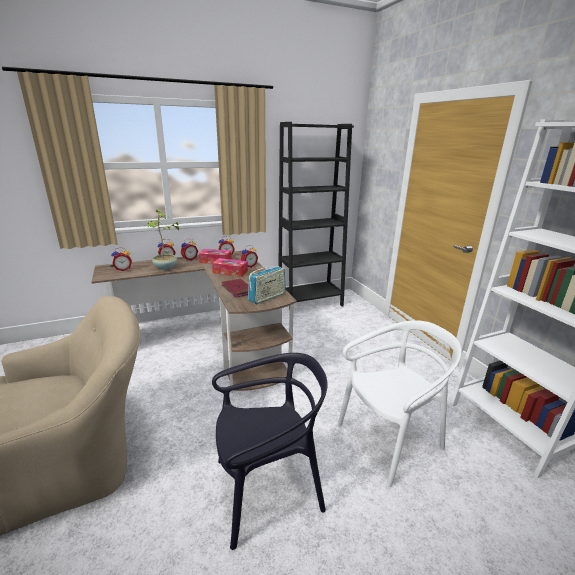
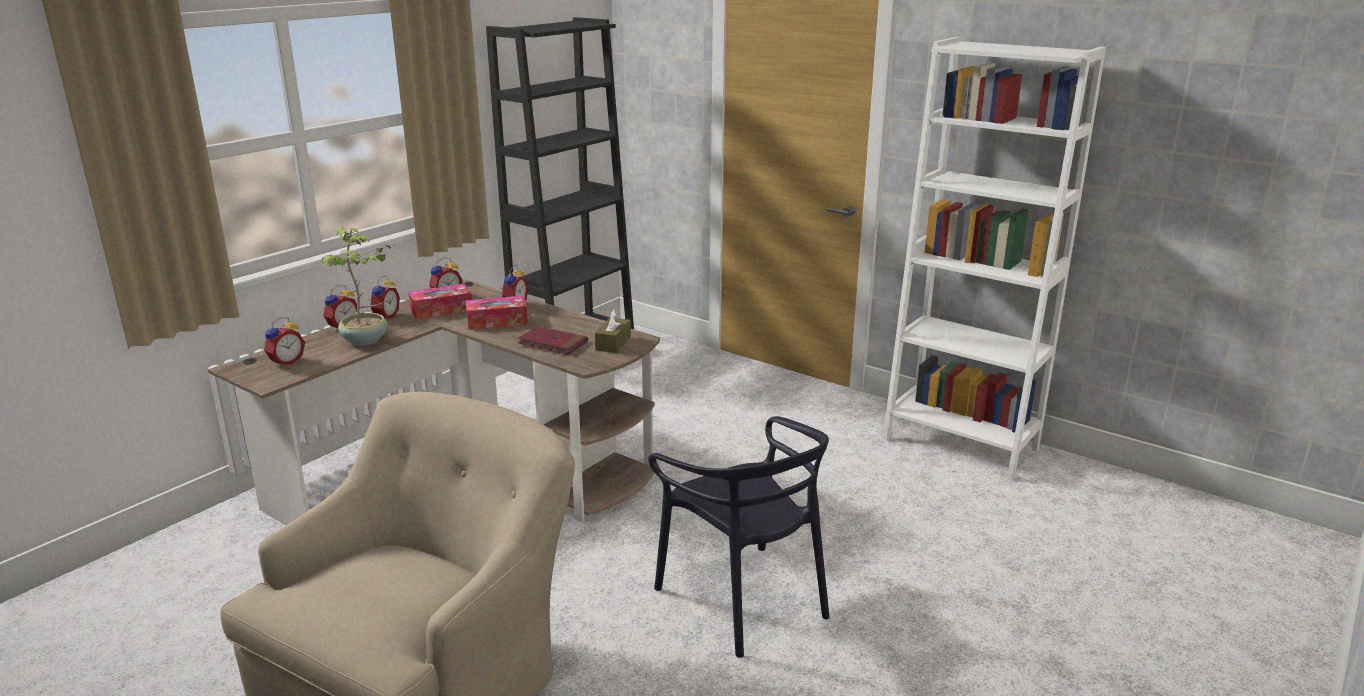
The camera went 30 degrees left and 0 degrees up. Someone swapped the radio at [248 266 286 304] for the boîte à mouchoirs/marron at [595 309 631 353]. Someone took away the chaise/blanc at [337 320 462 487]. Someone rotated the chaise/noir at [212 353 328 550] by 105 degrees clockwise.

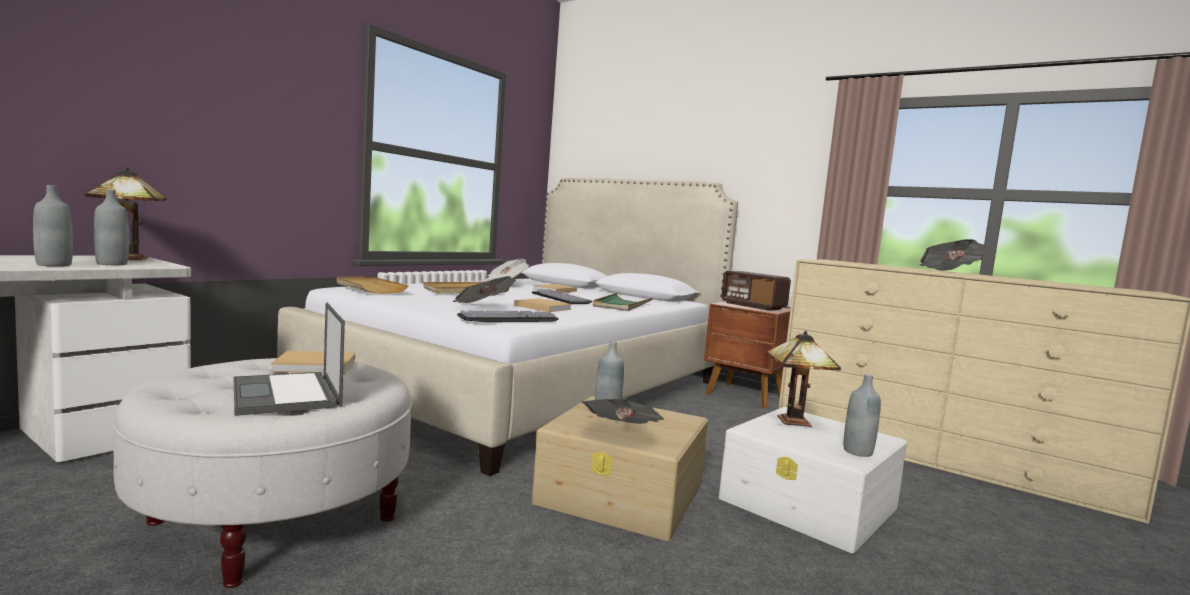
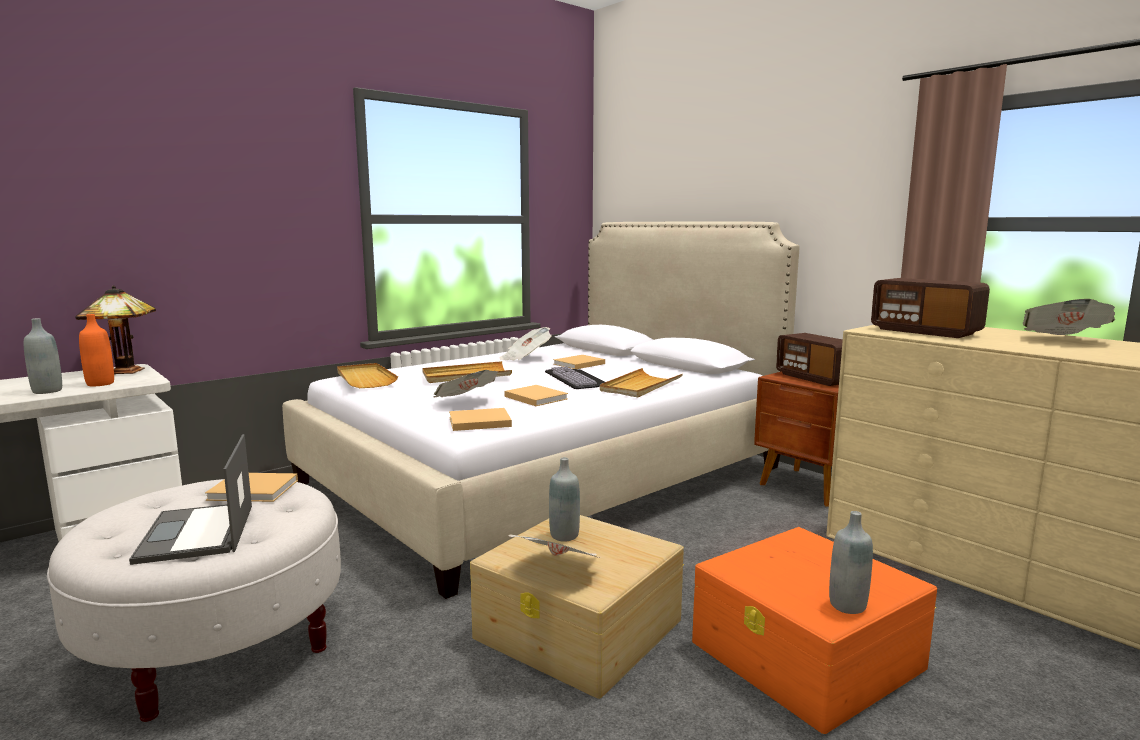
The camera went 15 degrees right and 5 degrees up. Someone repainted the bouteille/gris at [94 189 129 265], which became the bouteille/orange at [79 314 114 386]. Someone repainted the plateau/vert at [593 293 654 311], which became the plateau/beige at [600 368 683 397]. Someone swapped the clavier at [457 311 558 322] for the livre/beige at [449 408 512 431]. Someone took away the lampe de table at [767 331 841 427]. Someone repainted the boîte de rangement/blanc at [719 407 907 553], which became the boîte de rangement/orange at [692 527 937 734]. Someone put down the radio at [871 278 990 338].

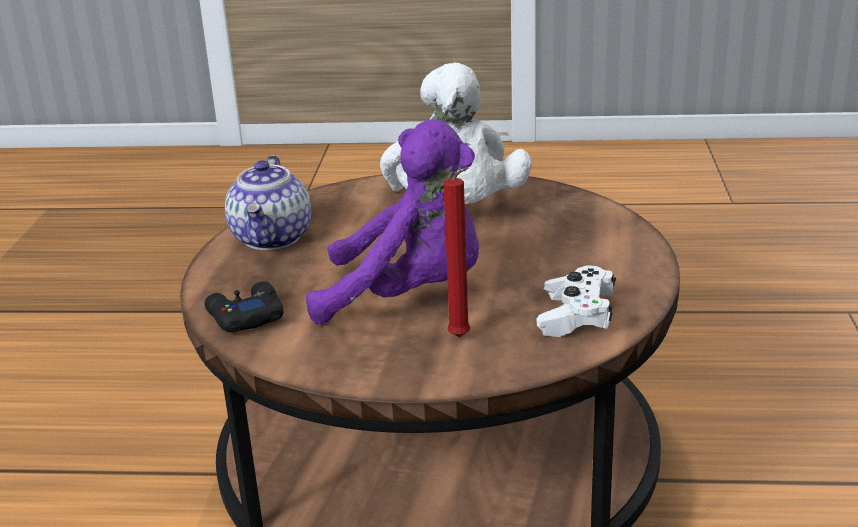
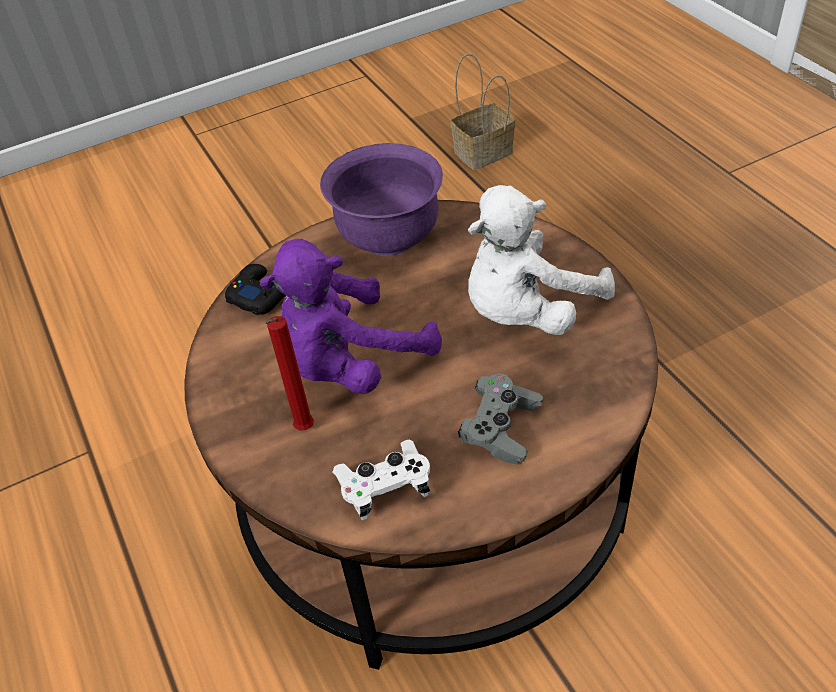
The camera went 60 degrees right and 20 degrees up. Someone rotated the peluche/violet at [306 119 479 325] by 75 degrees clockwise. Someone swapped the théière at [225 156 311 250] for the bol/violet at [320 143 443 256]. Someone put down the panier at [451 53 515 170]. Someone put down the manette/gris at [458 373 543 465].

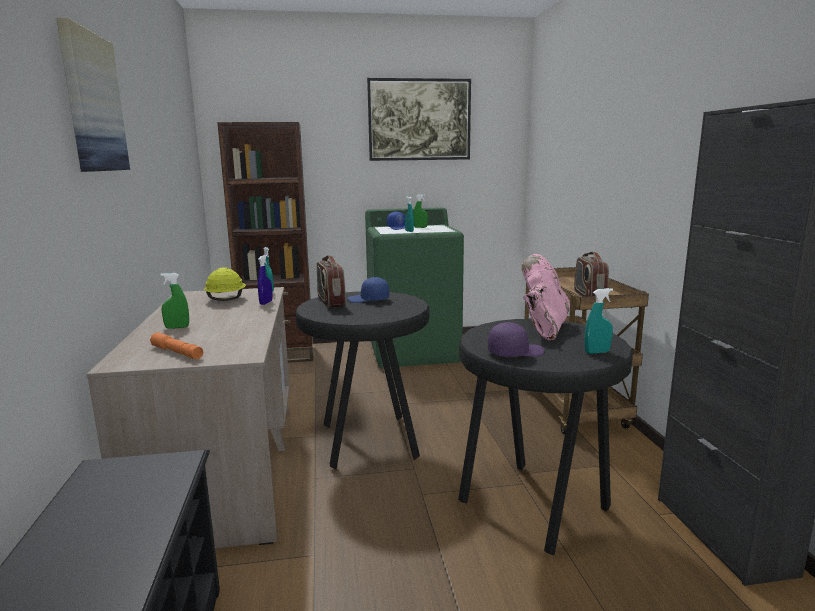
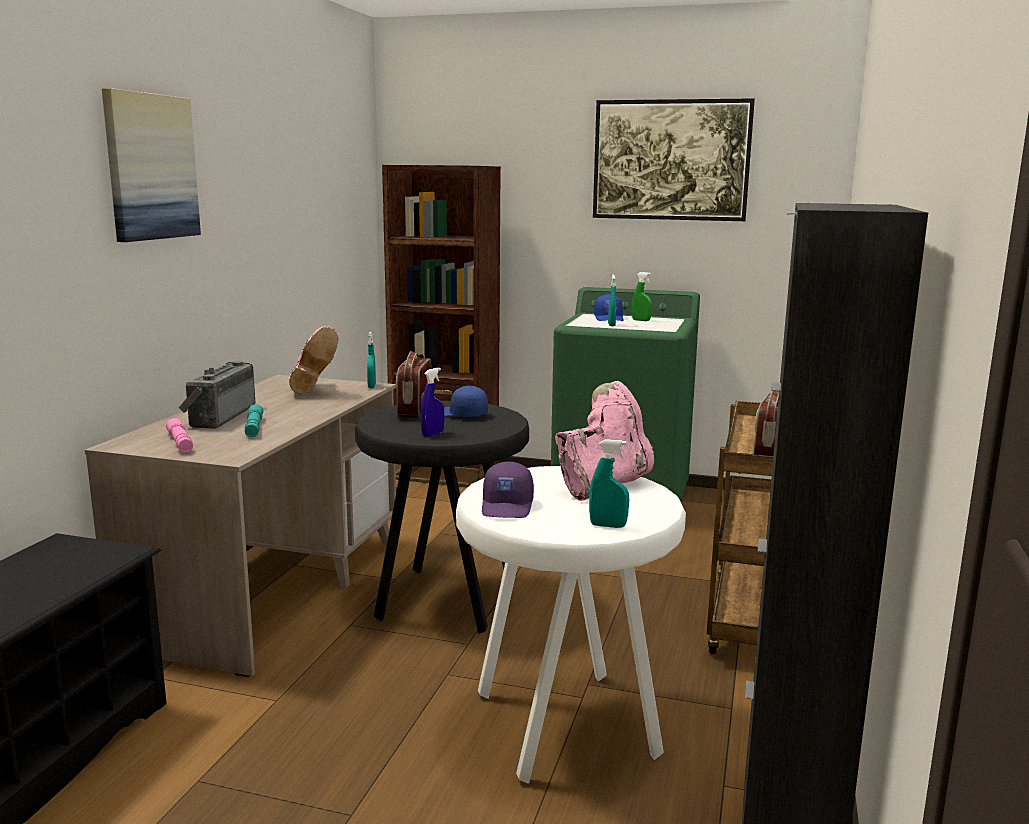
The camera went 25 degrees right and 0 degrees up. Someone carried the vaporisateur/bleu from [258 255 273 305] to [421 368 444 437]. Someone swapped the casque de chantier/jaune at [204 267 246 301] for the botte/rose at [289 326 339 394]. Someone swapped the vaporisateur/vert at [160 273 189 329] for the radio at [179 361 255 429]. Someone repainted the tabouret/noir at [458 319 633 555], which became the tabouret/blanc at [456 466 686 784]. Someone rotated the casquette/violet at [488 322 544 357] by 90 degrees clockwise. Someone repainted the lampe de poche/orange at [150 332 203 359], which became the lampe de poche/rose at [166 418 193 453]. Someone put down the lampe de poche/turquoise at [245 404 263 437].

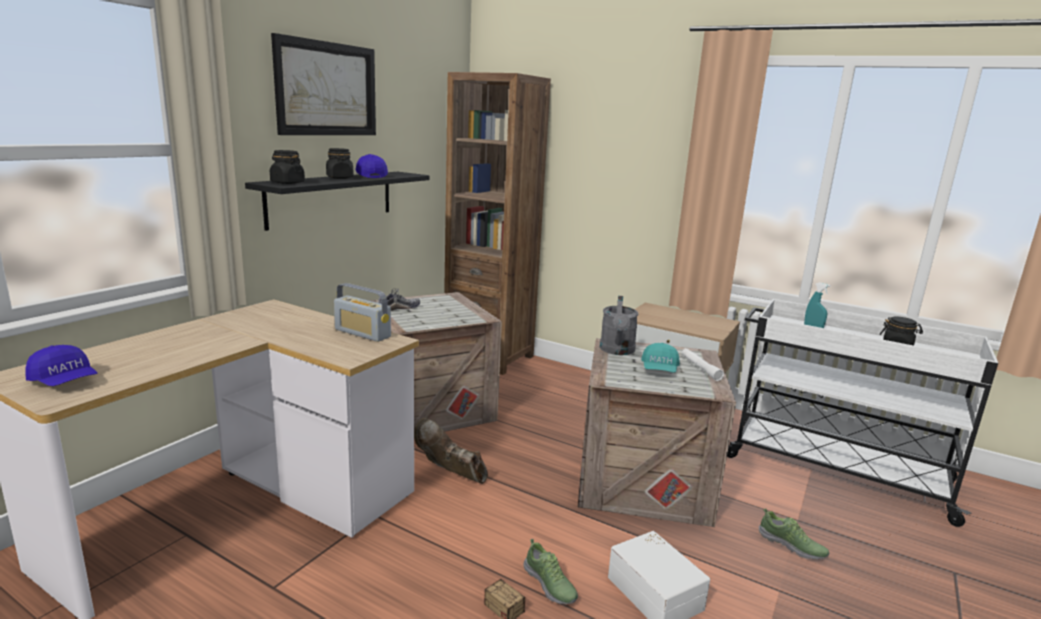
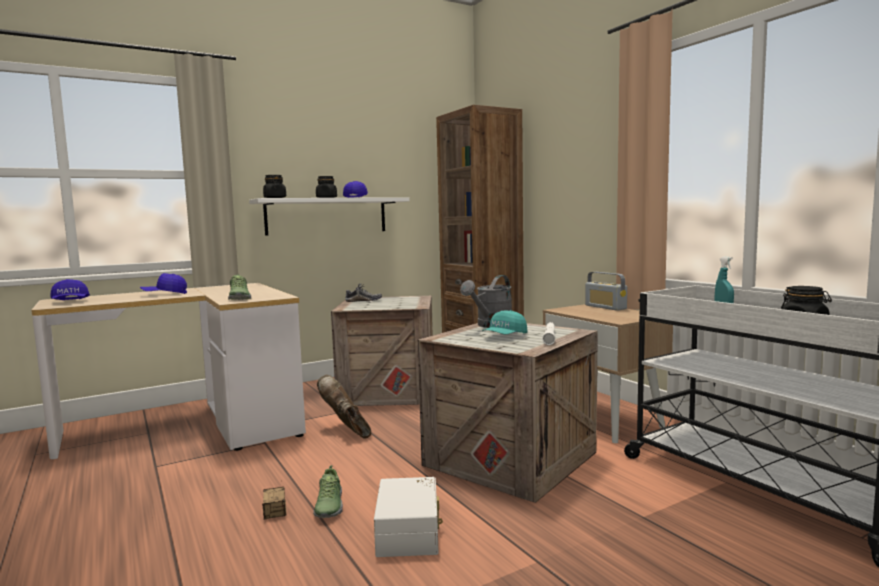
The camera went 30 degrees right and 10 degrees down. Someone took away the tableau at [271 33 376 135]. Someone repainted the étagère/noir at [245 172 430 231], which became the étagère/blanc at [249 197 409 236]. Someone carried the radio from [334 283 391 342] to [585 272 627 311]. Someone carried the chaussure from [759 509 829 559] to [228 274 251 300]. Someone put down the casquette/bleu at [140 273 187 294].

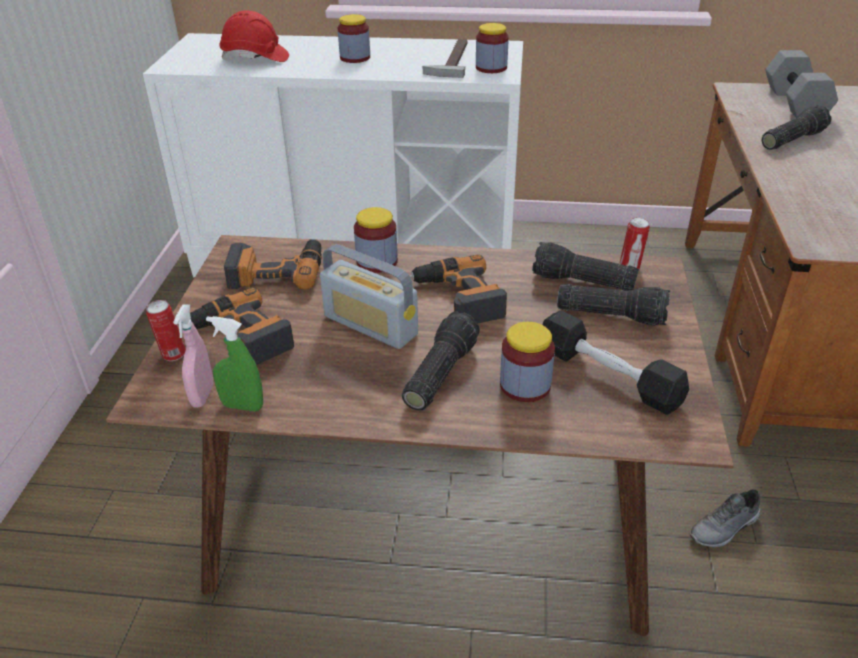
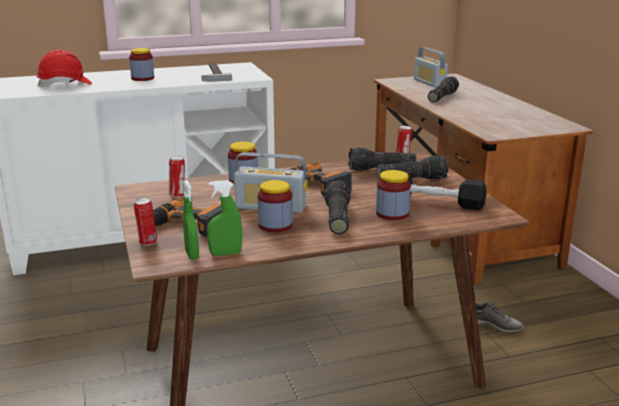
The camera went 25 degrees left and 15 degrees down. Someone carried the bocal from [476 23 509 73] to [258 180 293 232]. Someone swapped the haltère/gris at [765 50 838 118] for the radio at [414 47 448 88]. Someone swapped the perceuse at [224 240 322 290] for the boîte métallique at [169 156 185 197]. Someone repainted the vaporisateur/rose at [173 304 213 408], which became the vaporisateur/vert at [183 180 199 260]. Someone rotated the chaussure/gris at [689 489 760 547] by 105 degrees counterclockwise.

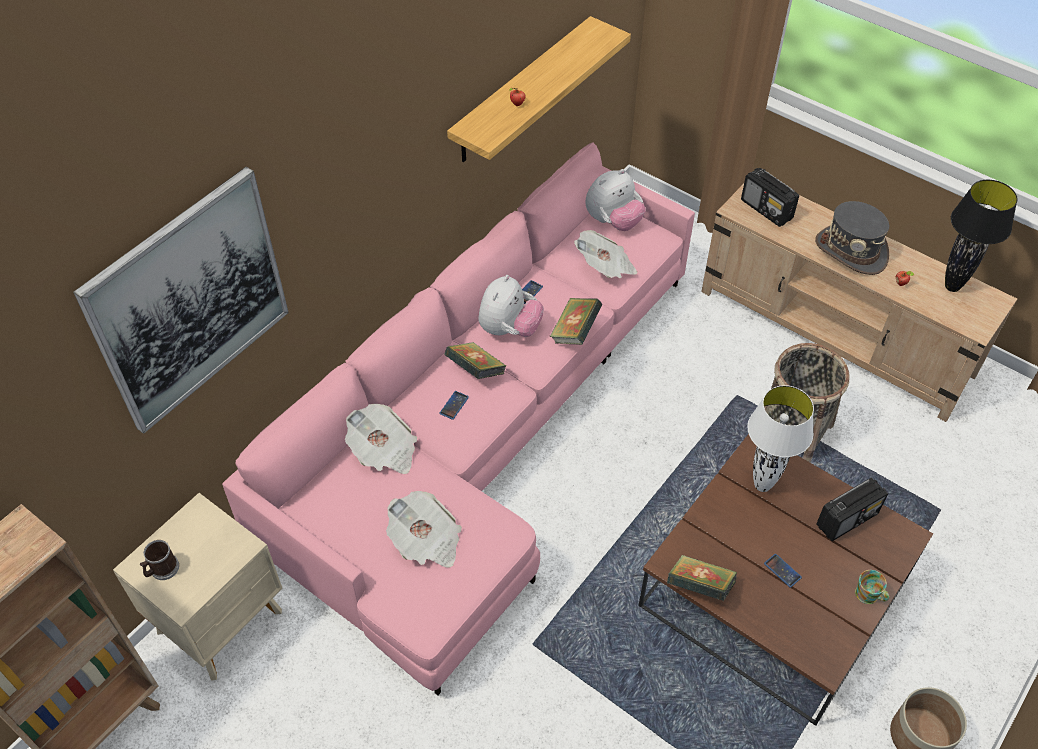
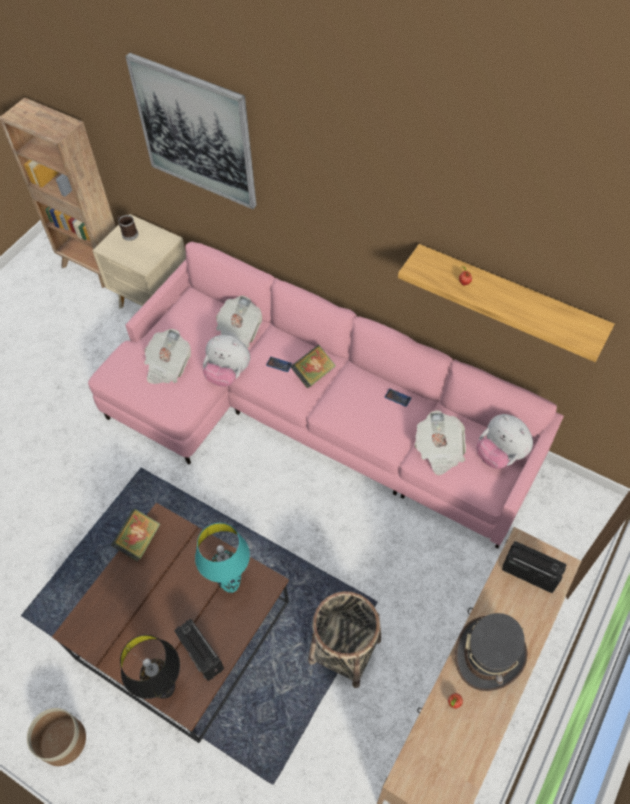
The camera went 85 degrees right and 5 degrees up. Someone rotated the radio at [741 168 799 227] by 75 degrees clockwise. Someone carried the lampe de table/noir from [945 180 1018 292] to [120 635 180 699]. Someone carried the peluche from [478 275 544 337] to [203 335 250 387]. Someone took away the livre at [550 298 602 345]. Someone repainted the lampe de table/blanc at [747 385 814 492], which became the lampe de table/turquoise at [195 523 250 593]. Someone took away the téléphone at [764 554 802 588]. Someone took away the mug at [855 570 889 604].

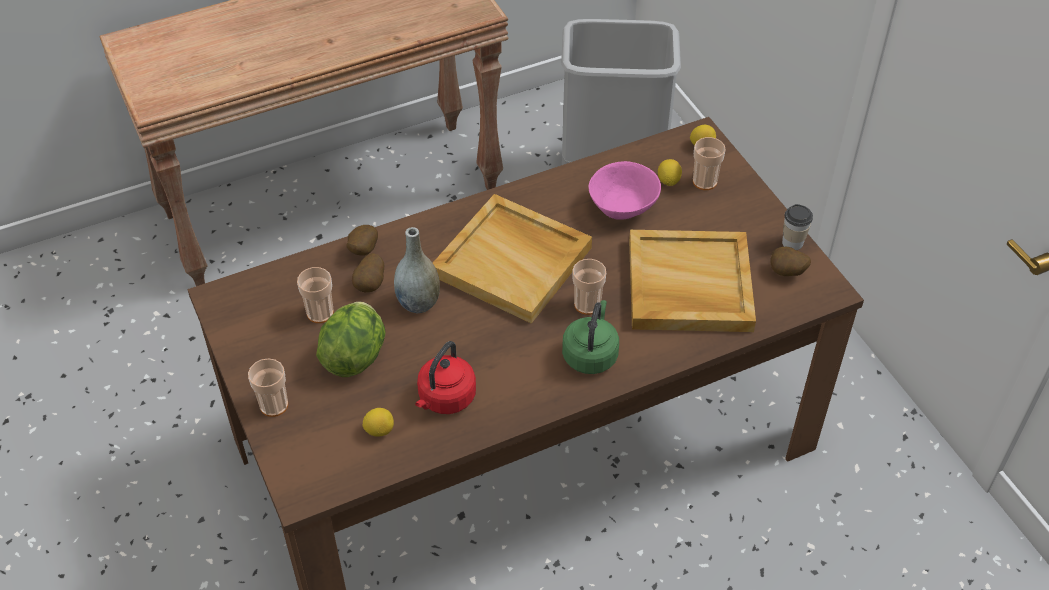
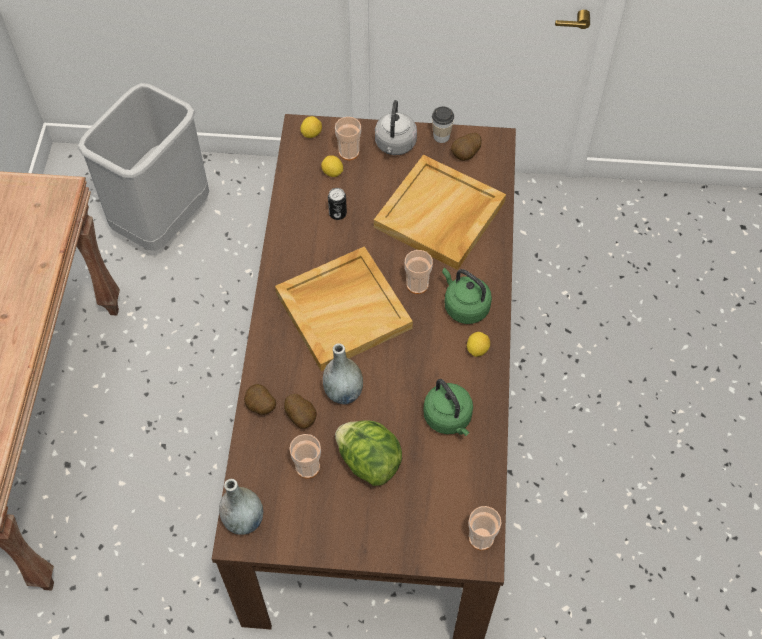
The camera went 60 degrees left and 10 degrees up. Someone swapped the bol/rose at [589 161 661 220] for the boîte métallique at [328 188 347 220]. Someone repainted the bouilloire/rouge at [415 341 476 414], which became the bouilloire/vert at [423 379 473 436]. Someone carried the tasse from [248 358 288 417] to [469 506 501 550]. Someone carried the citron from [363 408 394 437] to [467 332 490 357]. Someone put down the bouilloire/gris at [375 100 417 155]. Someone put down the vase/gris at [219 479 263 535].

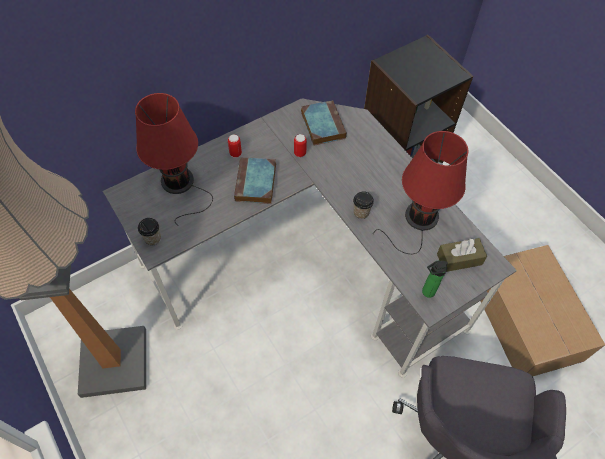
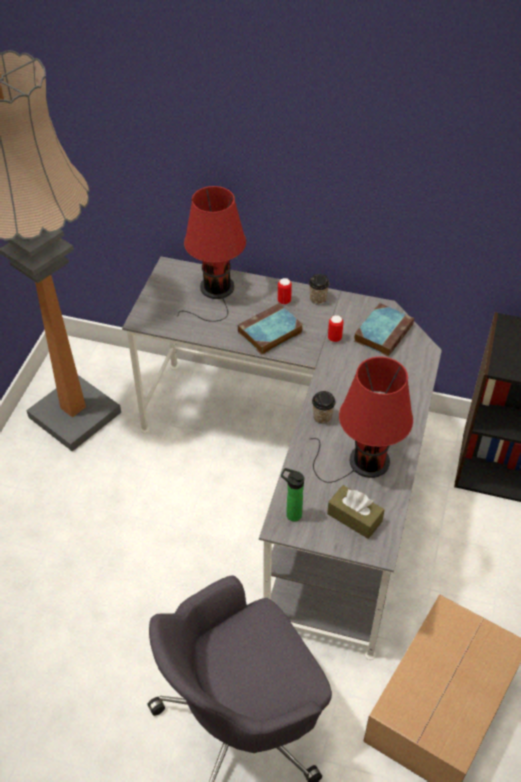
The camera went 50 degrees right and 10 degrees down. Someone carried the tasse from [138 218 161 246] to [309 274 330 305].

